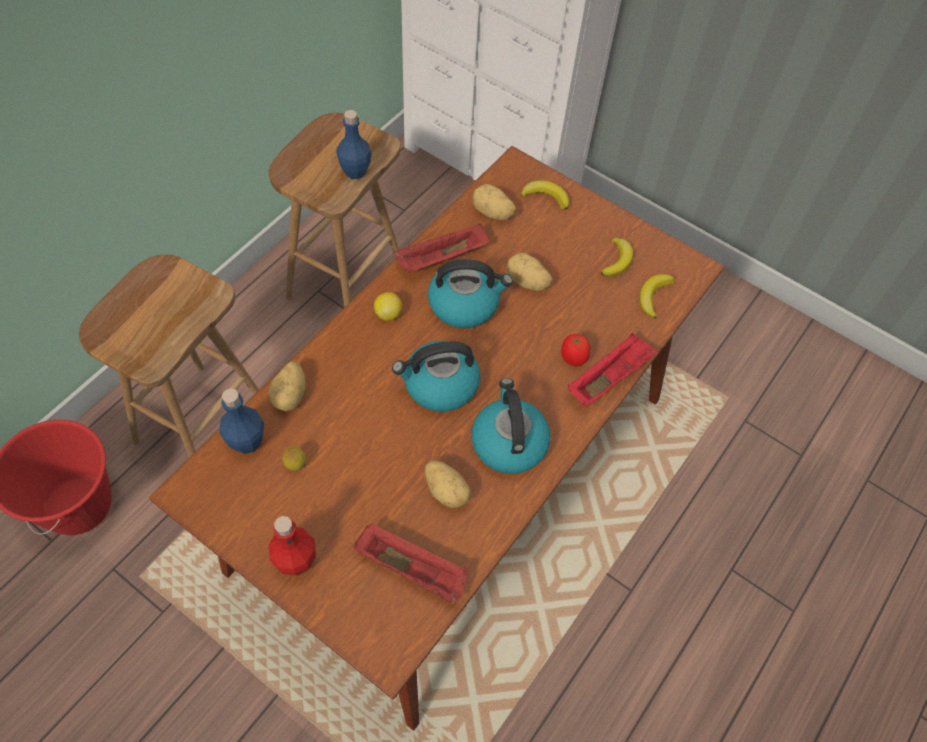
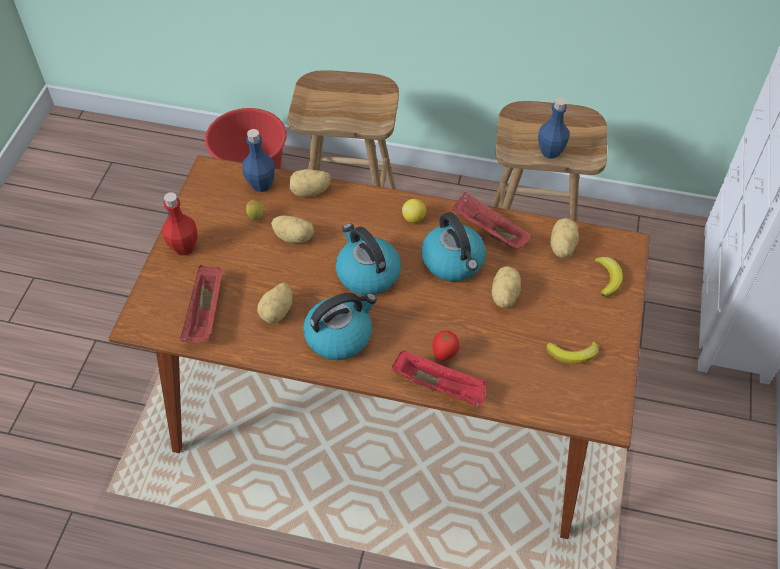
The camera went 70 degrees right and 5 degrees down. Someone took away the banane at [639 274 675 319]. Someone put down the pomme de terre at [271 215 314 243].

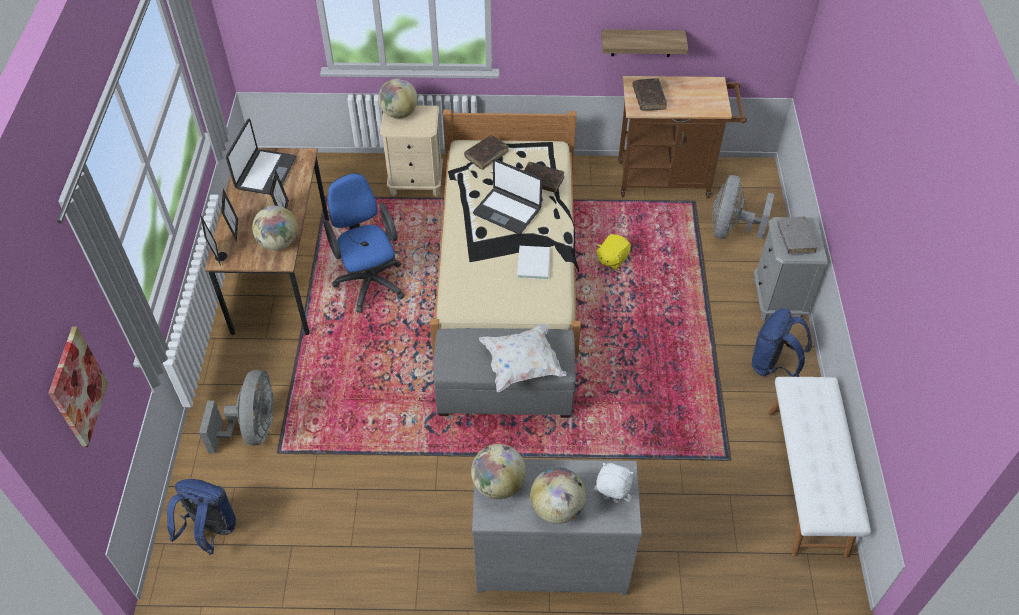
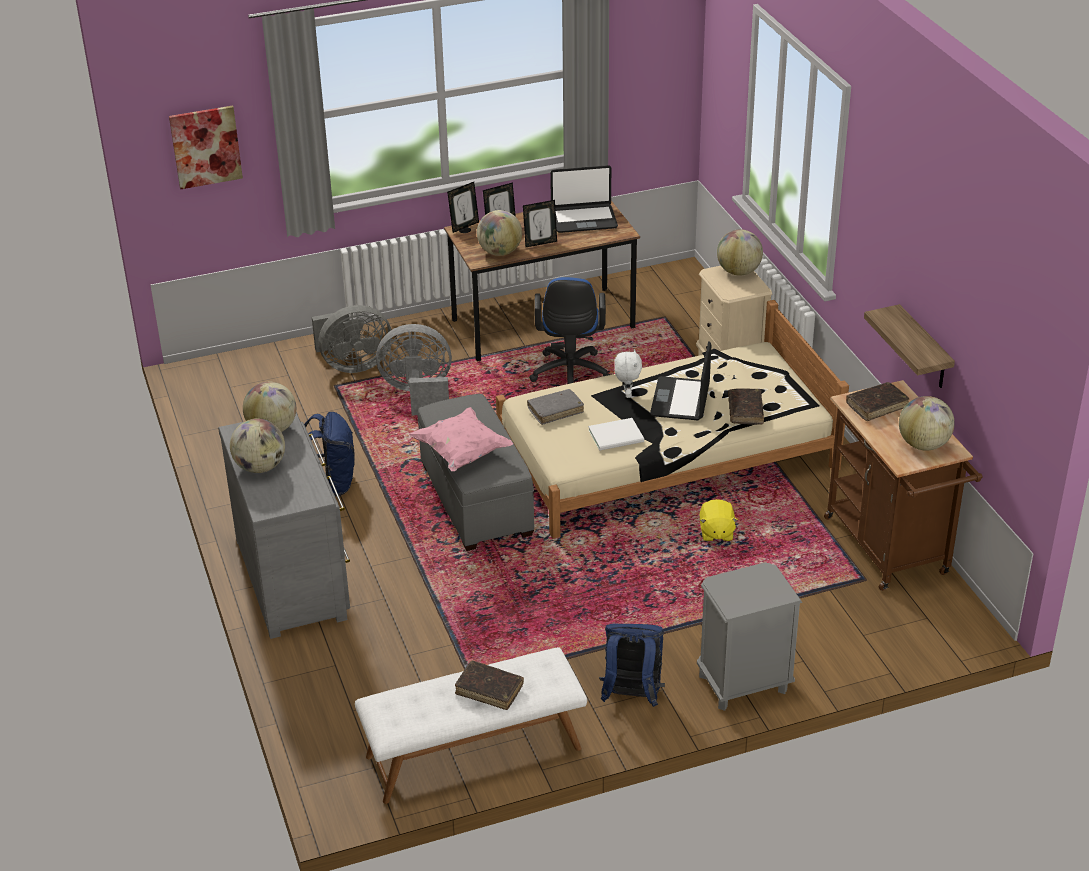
The camera went 70 degrees right and 15 degrees down. Someone carried the livre/marron from [464 135 509 170] to [455 660 524 710]. Someone rotated the chaise de bureau/bleu at [324 173 405 313] by 135 degrees clockwise. Someone carried the ventilateur/gris from [712 175 774 239] to [376 324 452 415]. Someone carried the livre/gris from [777 216 817 254] to [527 389 584 425]. Someone rotated the peluche/jaune at [597 234 631 270] by 105 degrees counterclockwise. Someone repainted the coussin/blanc at [479 324 567 392], which became the coussin/rose at [408 407 513 471]. Someone carried the peluche/blanc from [594 463 633 503] to [614 349 642 398]. Someone carried the sac à dos/bleu from [167 479 236 555] to [304 412 355 497]. Someone put down the globe at [899 396 955 451].

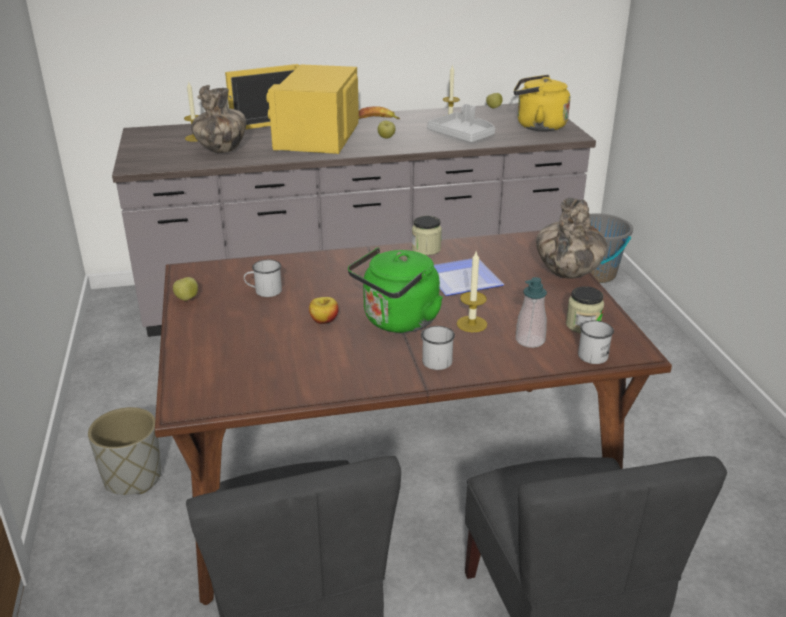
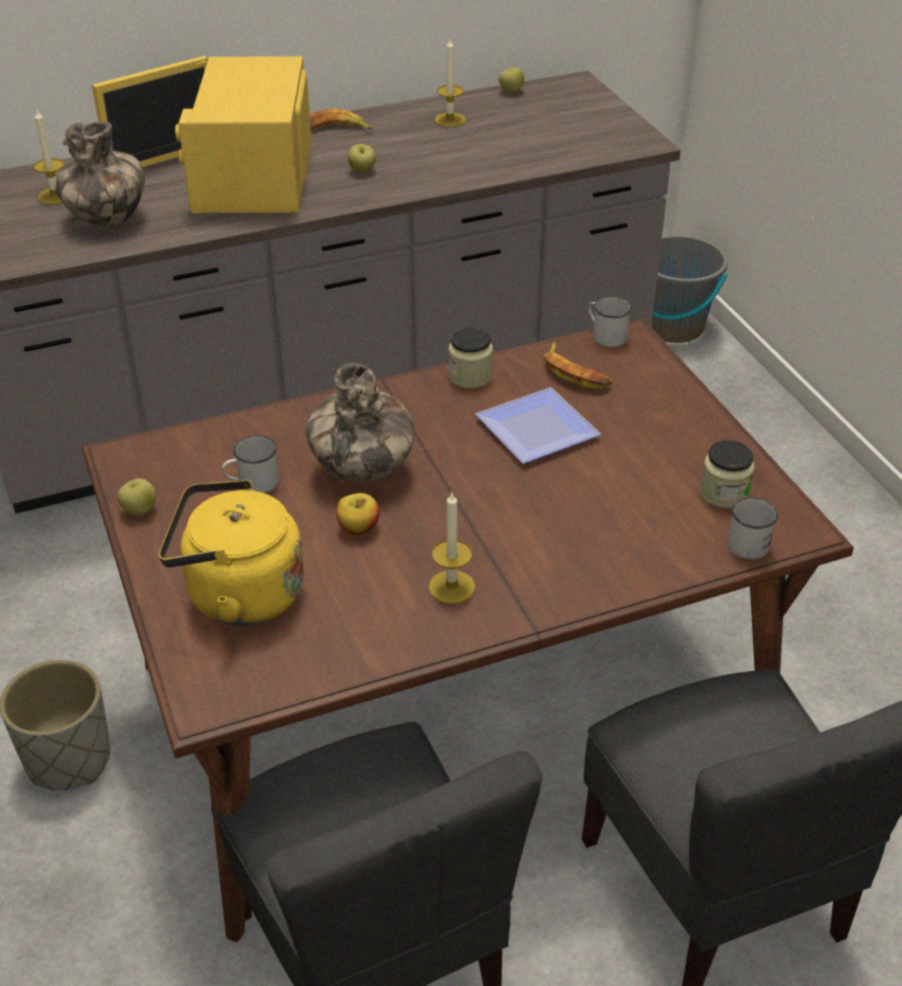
The camera went 10 degrees left and 10 degrees up. Someone carried the bouilloire/jaune from [514 75 570 132] to [159 480 304 626]. Someone took away the plateau/gris at [427 104 495 142]. Someone carried the vase from [536 198 607 279] to [306 362 414 483]. Someone took away the bouilloire/vert at [348 247 443 333]. Someone carried the bougie from [457 252 487 332] to [429 493 475 604]. Someone took away the distributeur de savon at [516 277 547 348]. Someone carried the mug/blanc from [421 326 455 370] to [588 297 632 347]. Someone put down the banane at [544 342 613 389].

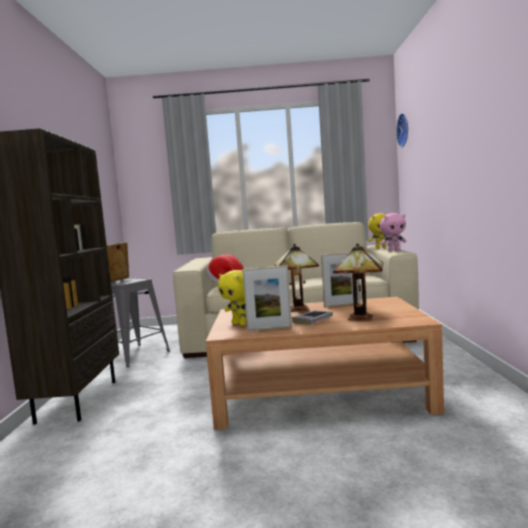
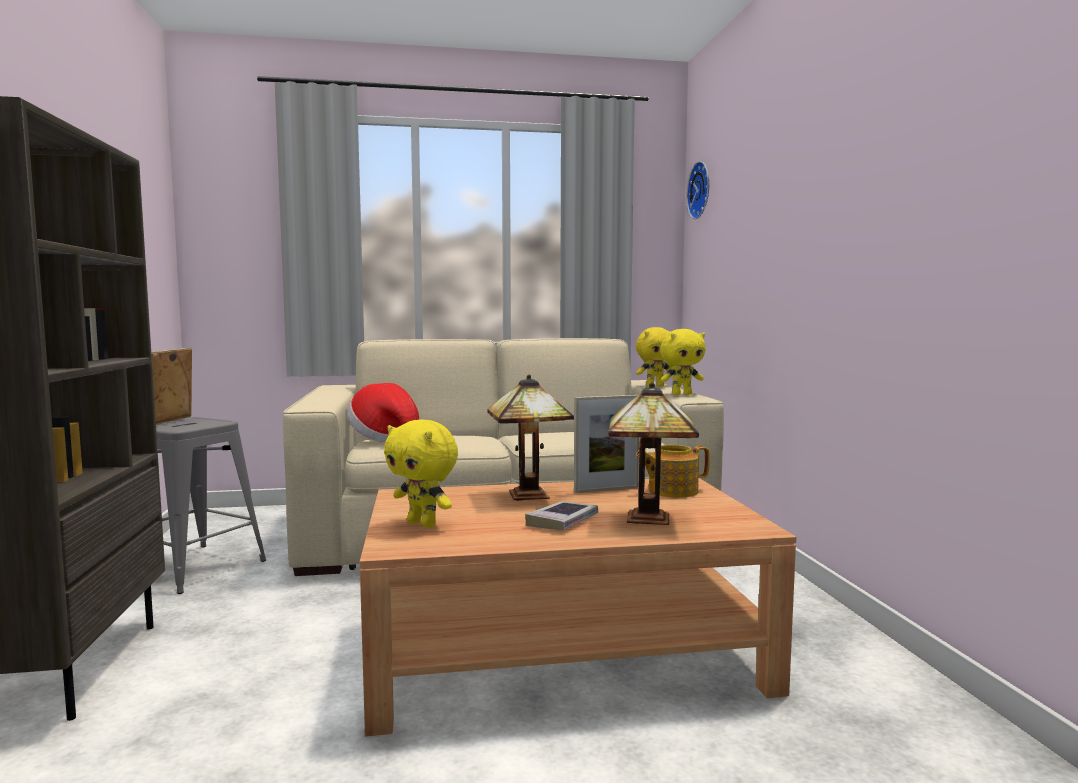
The camera went 10 degrees left and 0 degrees up. Someone repainted the peluche/rose at [380 213 407 252], which became the peluche/jaune at [660 329 706 395]. Someone took away the cadre photo at [242 265 292 331]. Someone put down the théière at [636 445 710 498].

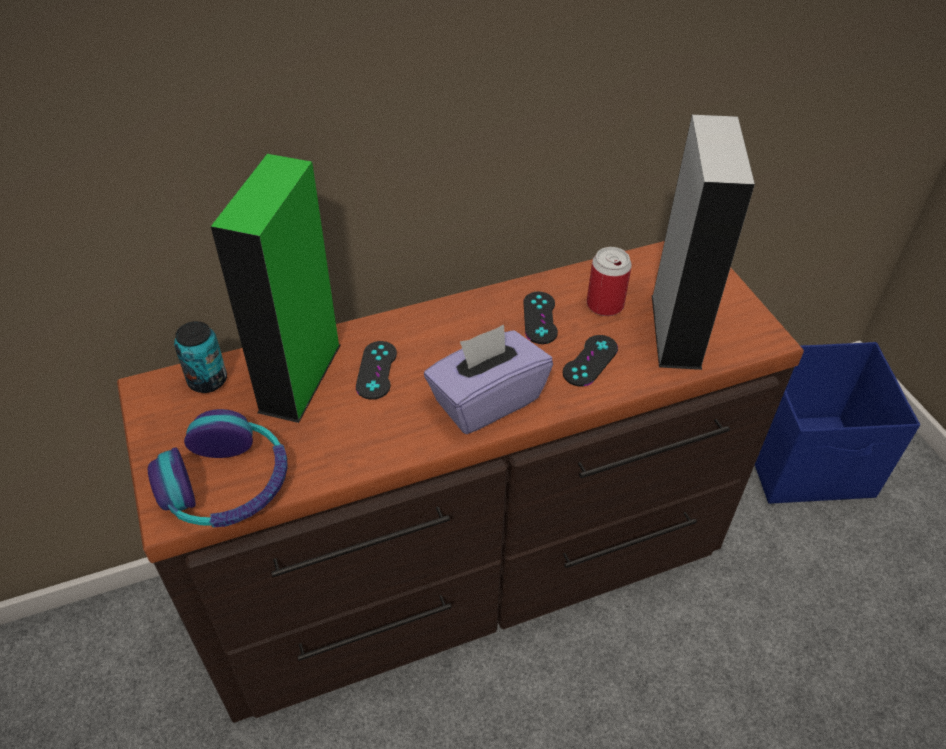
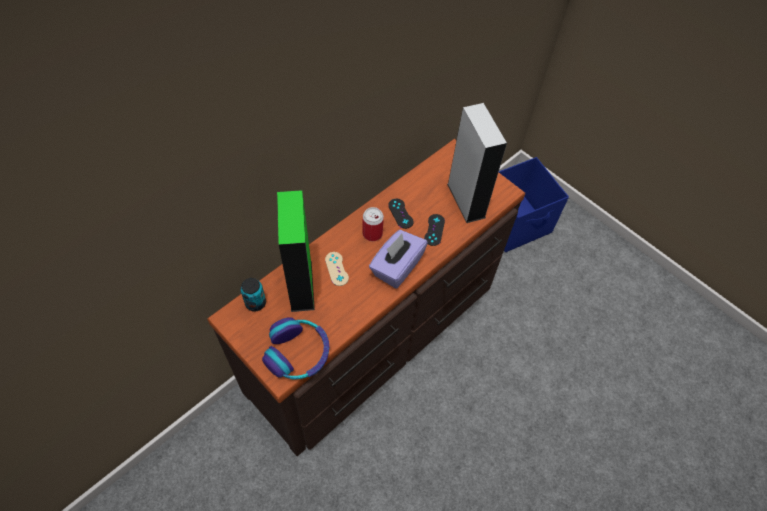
The camera went 25 degrees left and 10 degrees up. Someone carried the boîte métallique from [587 247 632 316] to [362 207 384 241]. Someone repainted the manette/noir at [356 341 397 400], which became the manette/beige at [325 252 349 286].

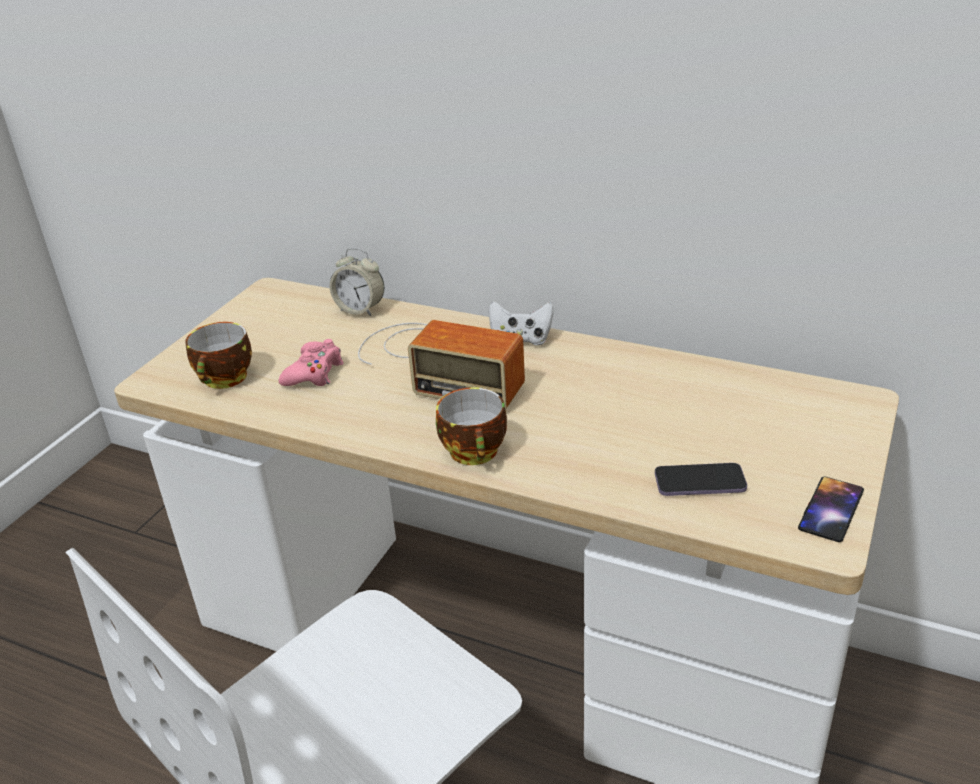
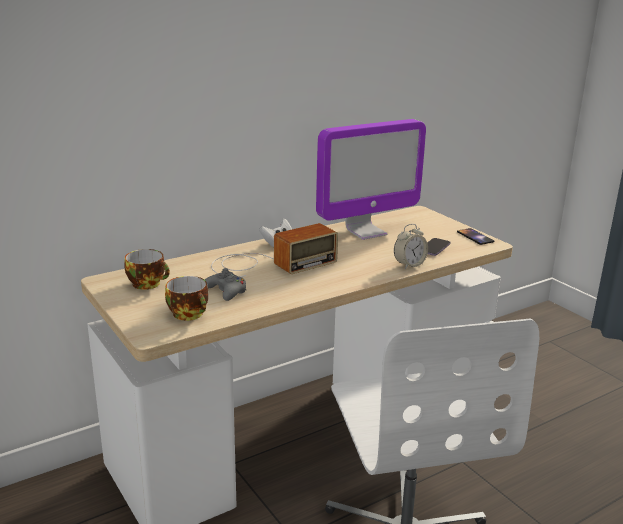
The camera went 60 degrees left and 10 degrees down. Someone carried the réveil from [330 248 384 316] to [394 224 428 269]. Someone repainted the manette/rose at [279 339 344 386], which became the manette/gris at [205 268 246 301]. Someone carried the tasse from [436 387 507 465] to [124 249 170 290]. Someone put down the écran d'ordinateur at [316 119 426 240].

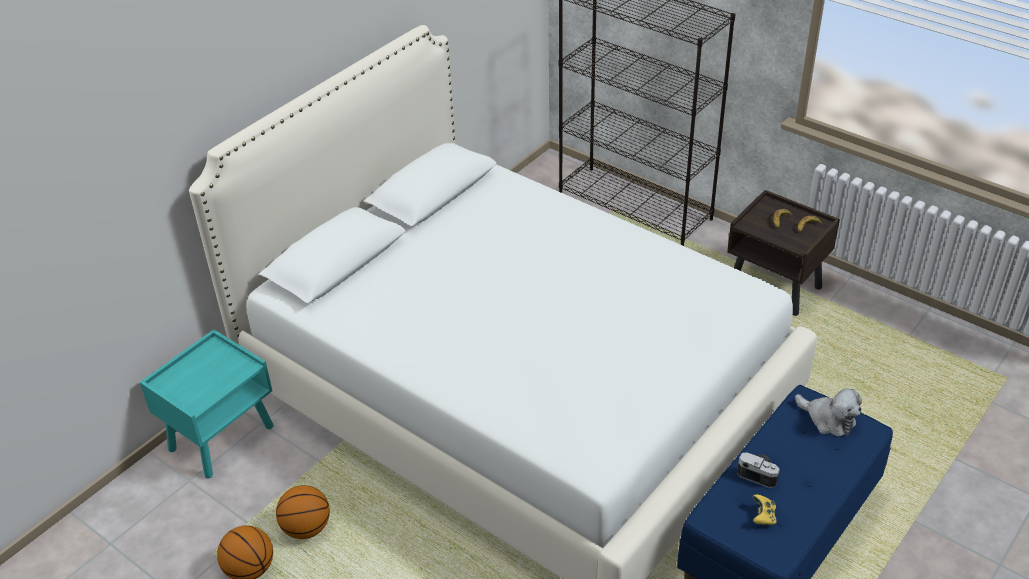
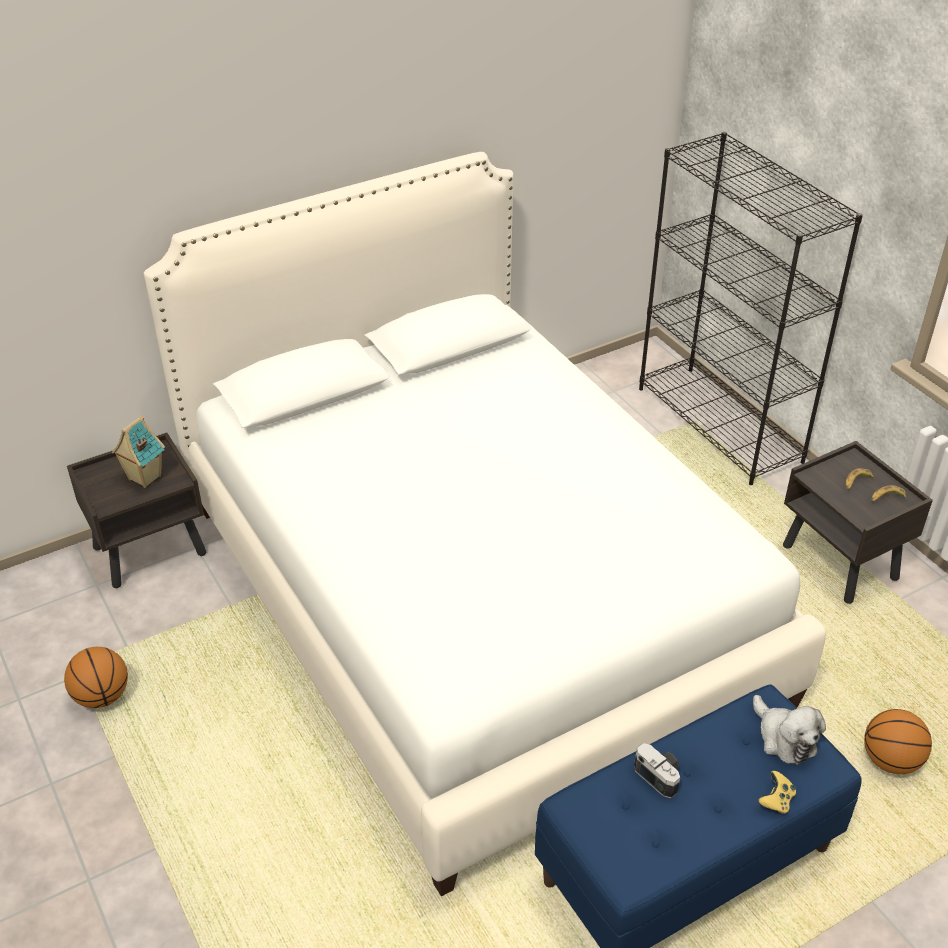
The camera went 20 degrees right and 0 degrees up. Someone repainted the table de chevet/turquoise at [140 330 273 478], which became the table de chevet/marron at [67 433 206 588]. Someone carried the ballon de basket from [276 485 330 539] to [864 709 932 774]. Someone carried the manette/jaune from [753 494 777 525] to [759 771 796 814]. Someone put down the maison miniature at [112 416 165 488].

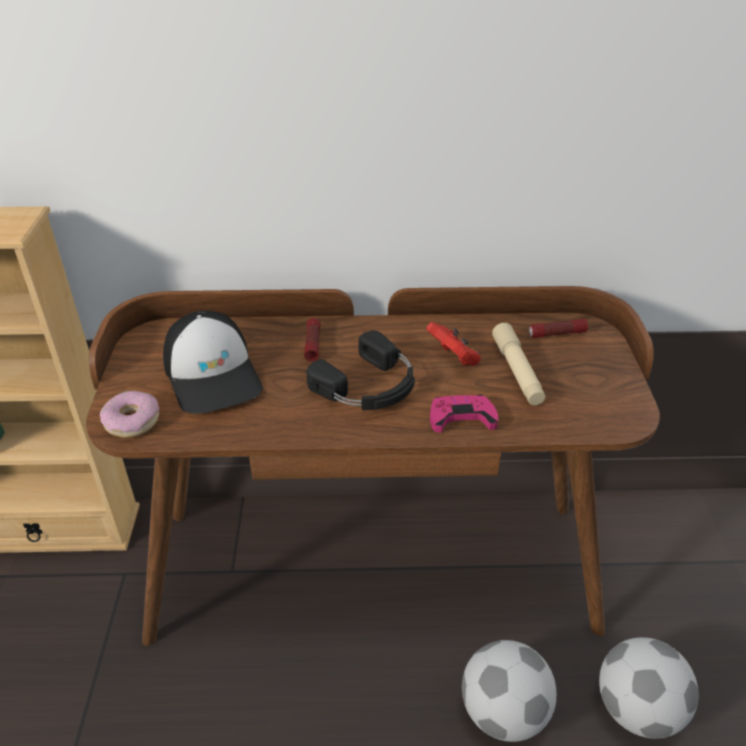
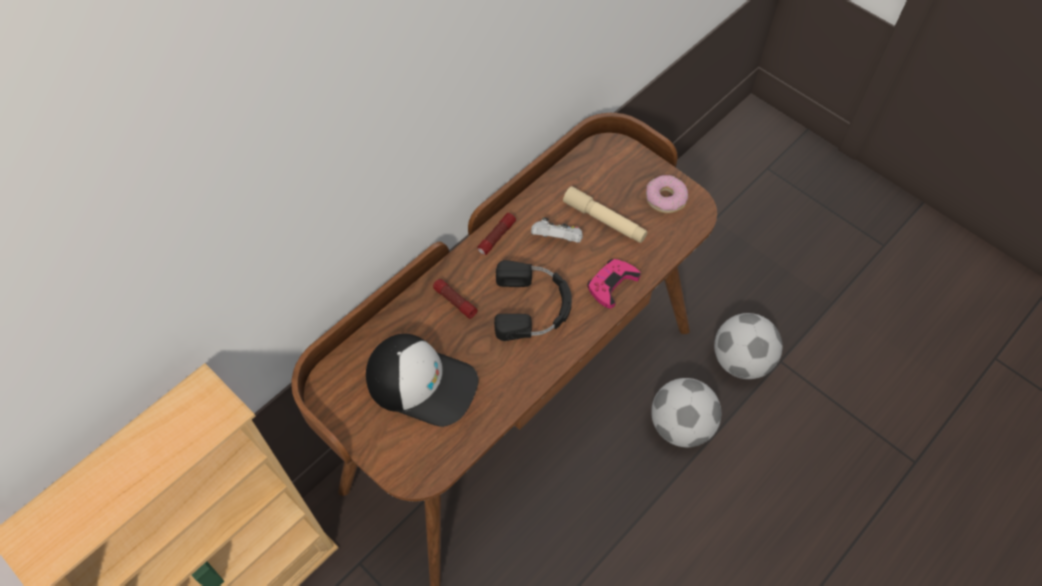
The camera went 45 degrees left and 20 degrees up. Someone carried the lampe de poche from [529 319 588 338] to [478 213 516 255]. Someone repainted the manette/rouge at [426 322 481 366], which became the manette/blanc at [531 217 583 243]. Someone carried the beignet from [100 391 159 438] to [646 175 688 213].

